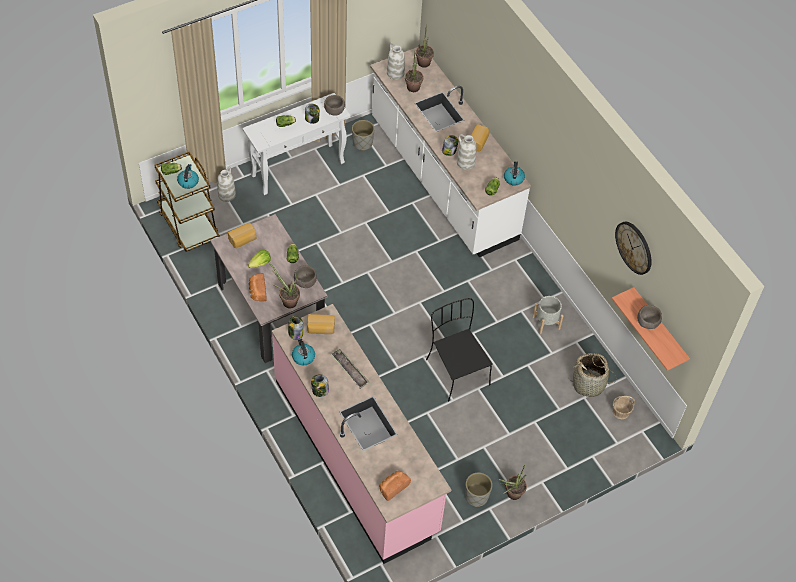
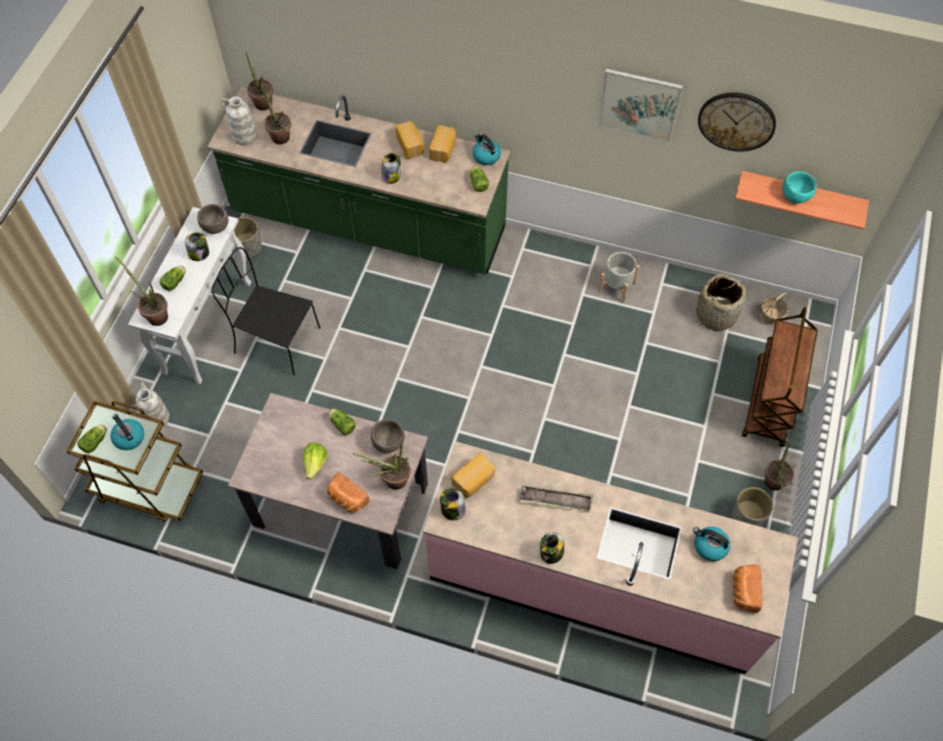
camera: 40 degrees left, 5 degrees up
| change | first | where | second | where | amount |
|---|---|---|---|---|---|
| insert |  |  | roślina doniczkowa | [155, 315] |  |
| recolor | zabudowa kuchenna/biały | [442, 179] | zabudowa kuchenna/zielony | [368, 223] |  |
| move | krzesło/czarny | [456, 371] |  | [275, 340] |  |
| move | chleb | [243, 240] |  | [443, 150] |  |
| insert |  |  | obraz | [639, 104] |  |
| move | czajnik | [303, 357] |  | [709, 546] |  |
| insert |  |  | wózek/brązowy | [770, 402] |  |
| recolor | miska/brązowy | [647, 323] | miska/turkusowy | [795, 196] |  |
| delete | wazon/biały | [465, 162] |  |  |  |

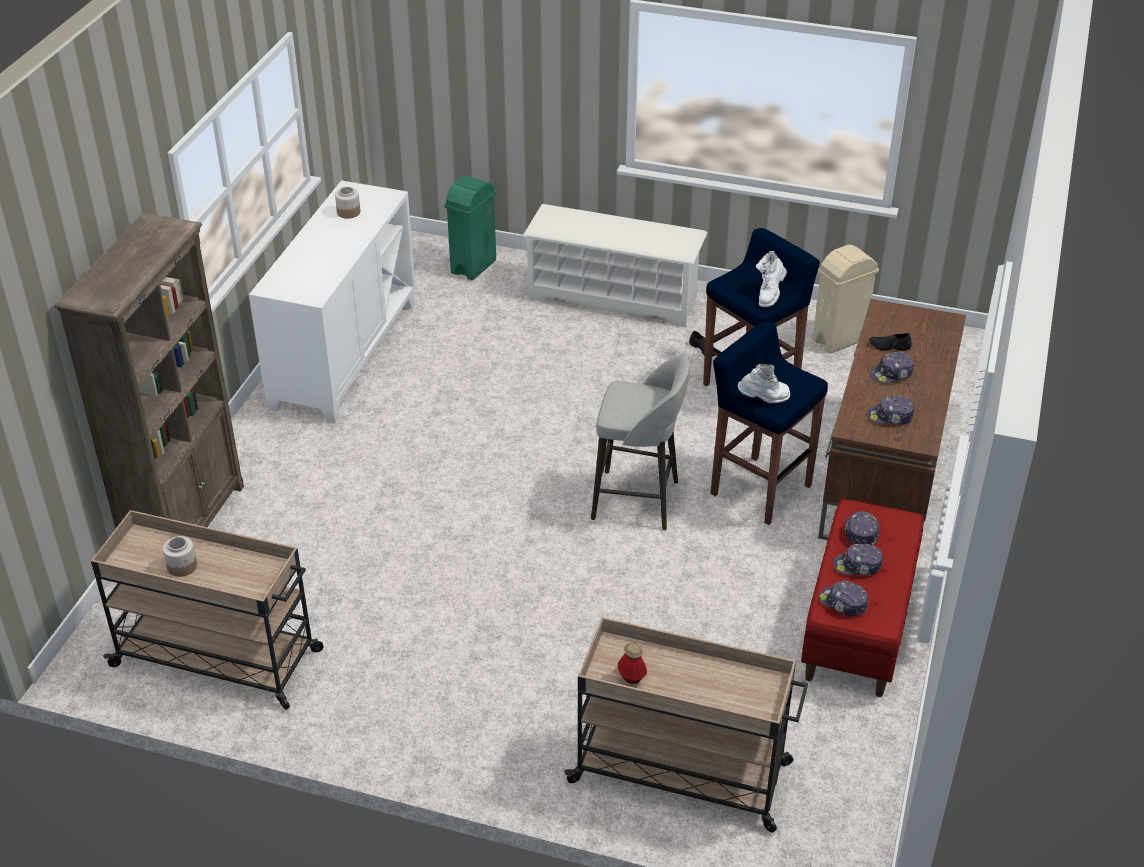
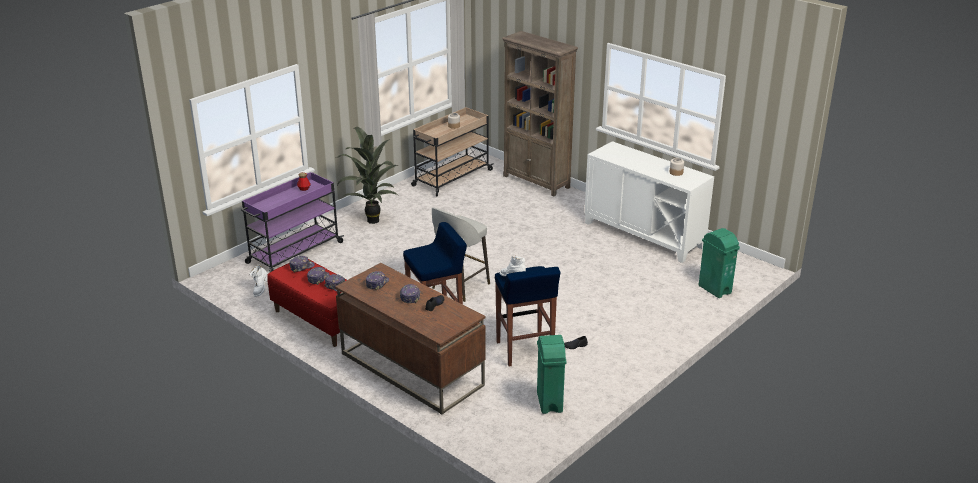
camera: 115 degrees right, 10 degrees down
| change | first | where | second | where | amount |
|---|---|---|---|---|---|
| recolor | wózek/beżowy | [683, 773] | wózek/fioletowy | [294, 253] |  |
| move | but z cholewką/biały | [763, 400] |  | [261, 289] |  |
| insert |  |  | roślina doniczkowa | [371, 222] |  |
| recolor | kosz na śmieci/beżowy | [839, 340] | kosz na śmieci/zielony | [549, 403] |  |
| delete | regał na buty/biały | [614, 297] |  |  |  |

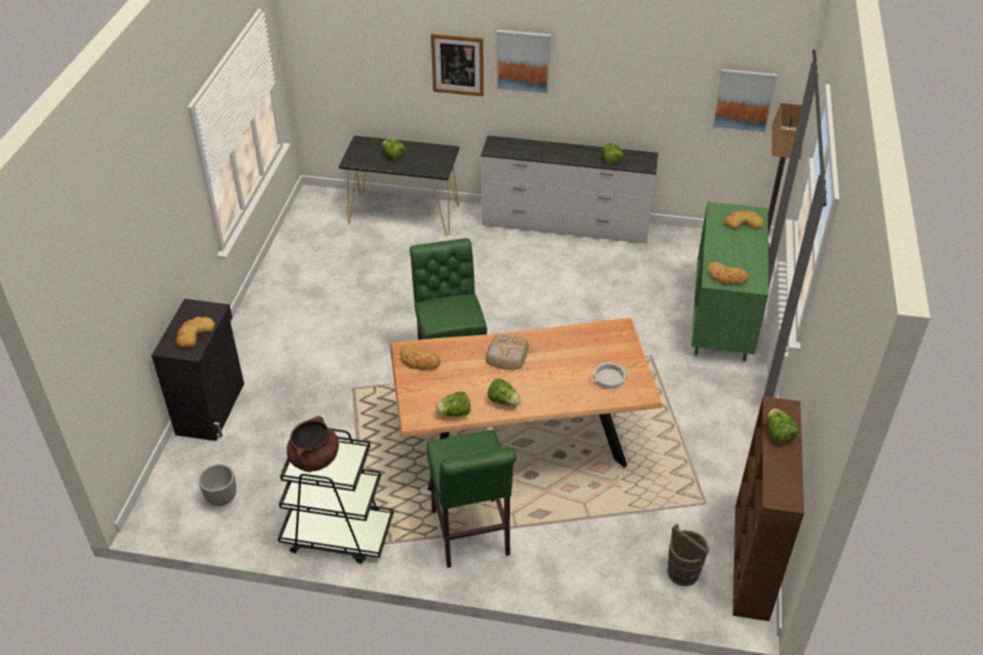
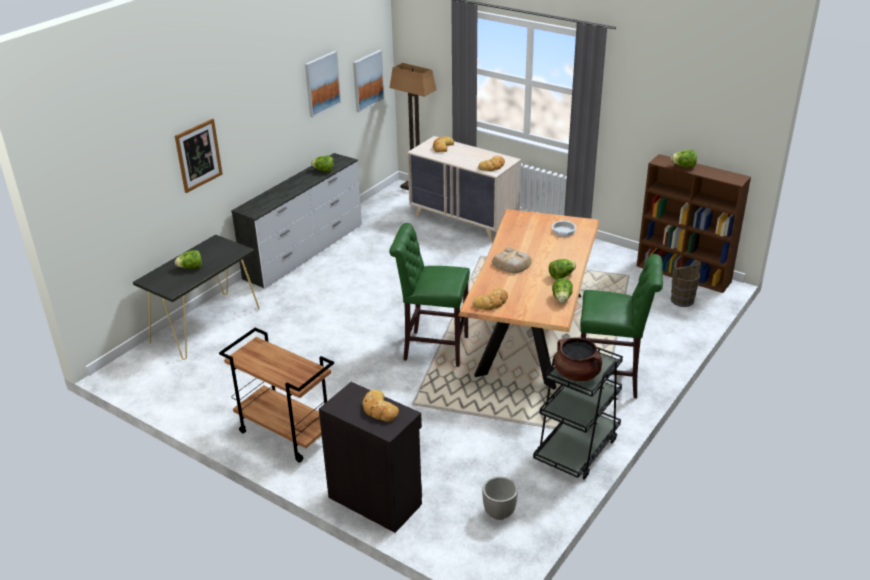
camera: 65 degrees left, 10 degrees down
| change | first | where | second | where | amount |
|---|---|---|---|---|---|
| insert |  |  | wózek/brązowy | [285, 433] |  |
| move | obraz | [523, 61] |  | [322, 83] |  |
| recolor | komoda/zielony | [722, 318] | komoda/beżowy | [464, 220] |  |

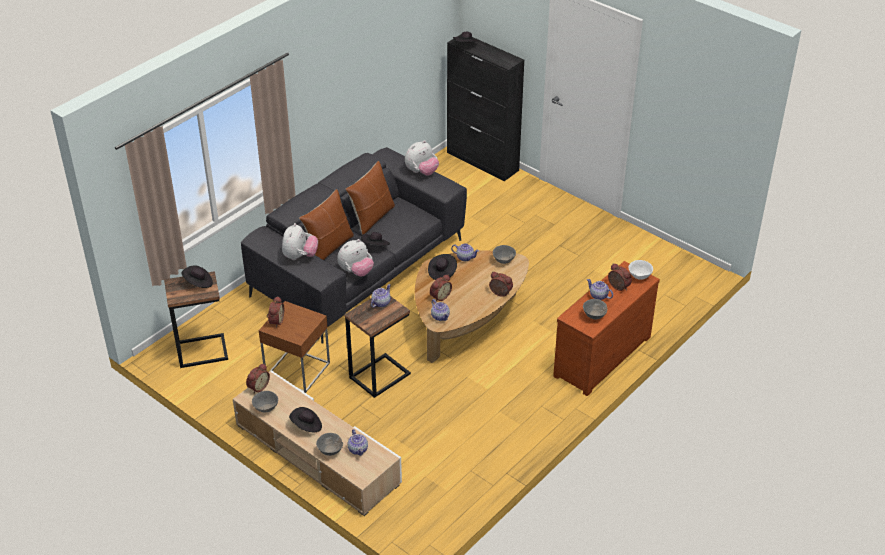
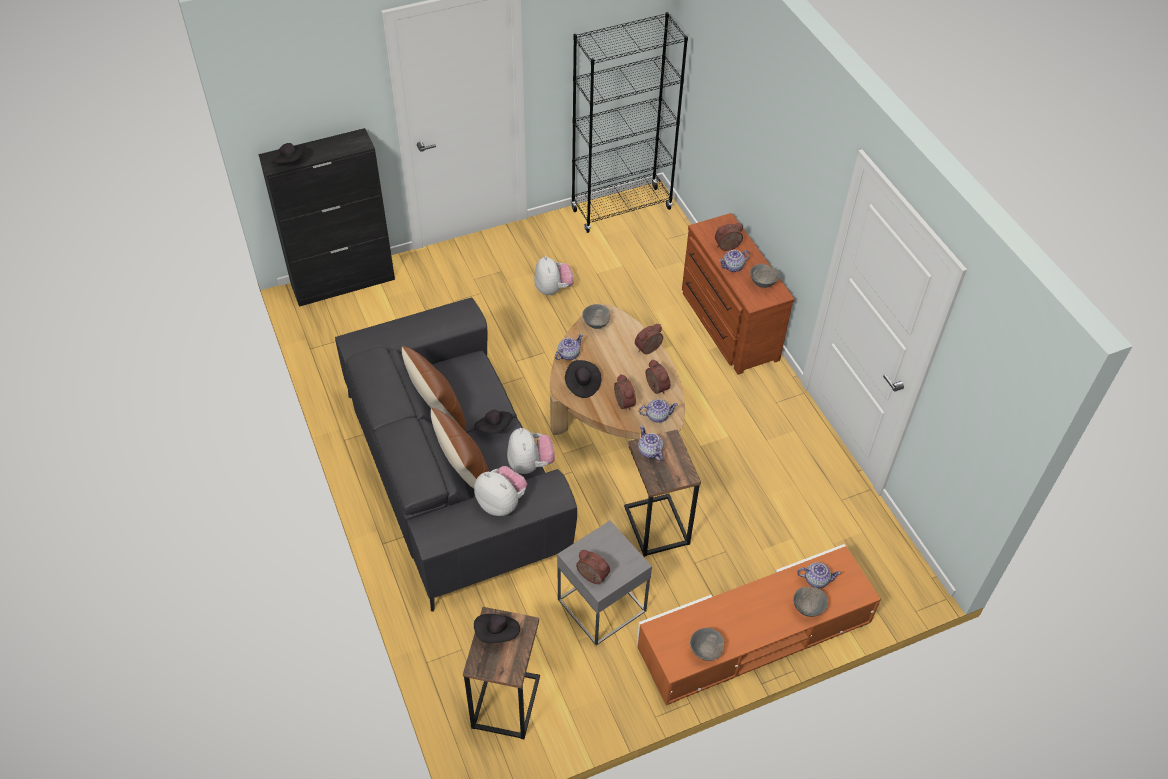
camera: 65 degrees left, 10 degrees up
| change | first | where | second | where | amount |
|---|---|---|---|---|---|
| move | pluszak | [421, 172] |  | [553, 289] |  |
| recolor | stolik/brązowy | [297, 370] | stolik/szary | [601, 605] |  |
| insert |  |  | regał/czarny | [621, 209] |  |
| recolor | szafka pod telewizor/beżowy | [317, 454] | szafka pod telewizor/pomarańczowy | [754, 635] |  |
| move | budzik | [257, 387] |  | [655, 388] |  |
| delete | kapelusz/czarny | [307, 426] |  |  |  |
| delete | miska/biały | [639, 277] |  |  |  |

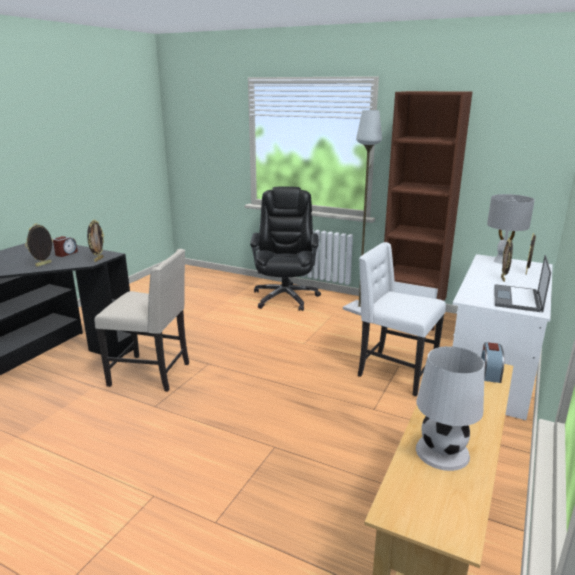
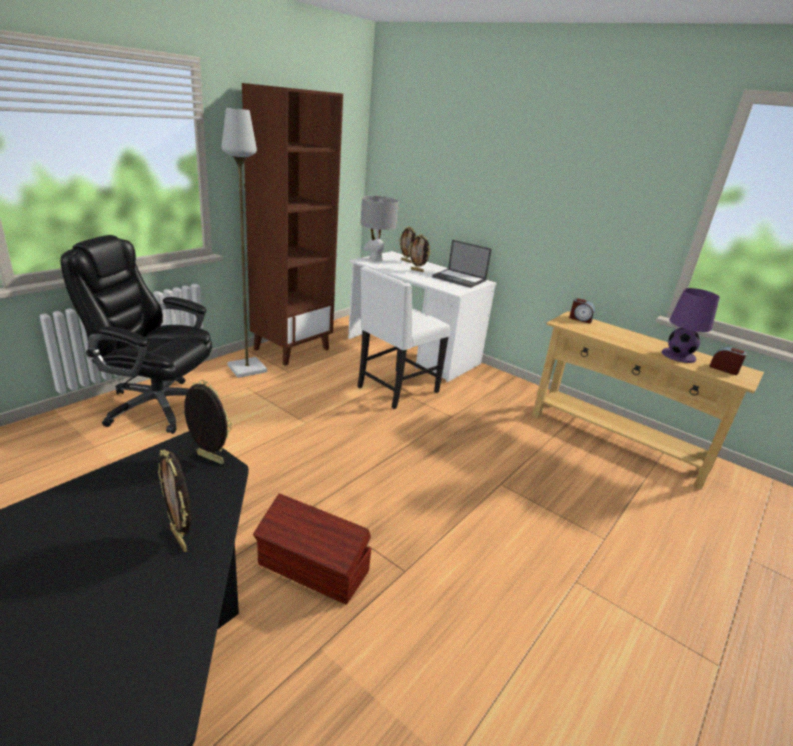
camera: 80 degrees left, 5 degrees up
| change | first | where | second | where | amount |
|---|---|---|---|---|---|
| replace | krzesło/beżowy | [152, 374] | pojemnik do przechowywania/brązowy | [313, 569] |  |
| recolor | lampa stołowa/biały | [443, 452] | lampa stołowa/fioletowy | [678, 355] |  |
| move | budzik | [66, 253] |  | [724, 369] |  |

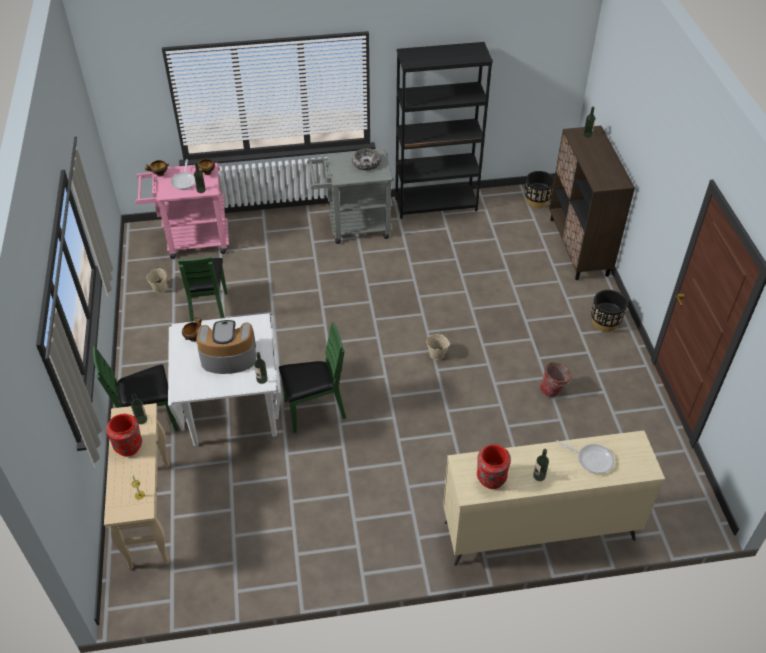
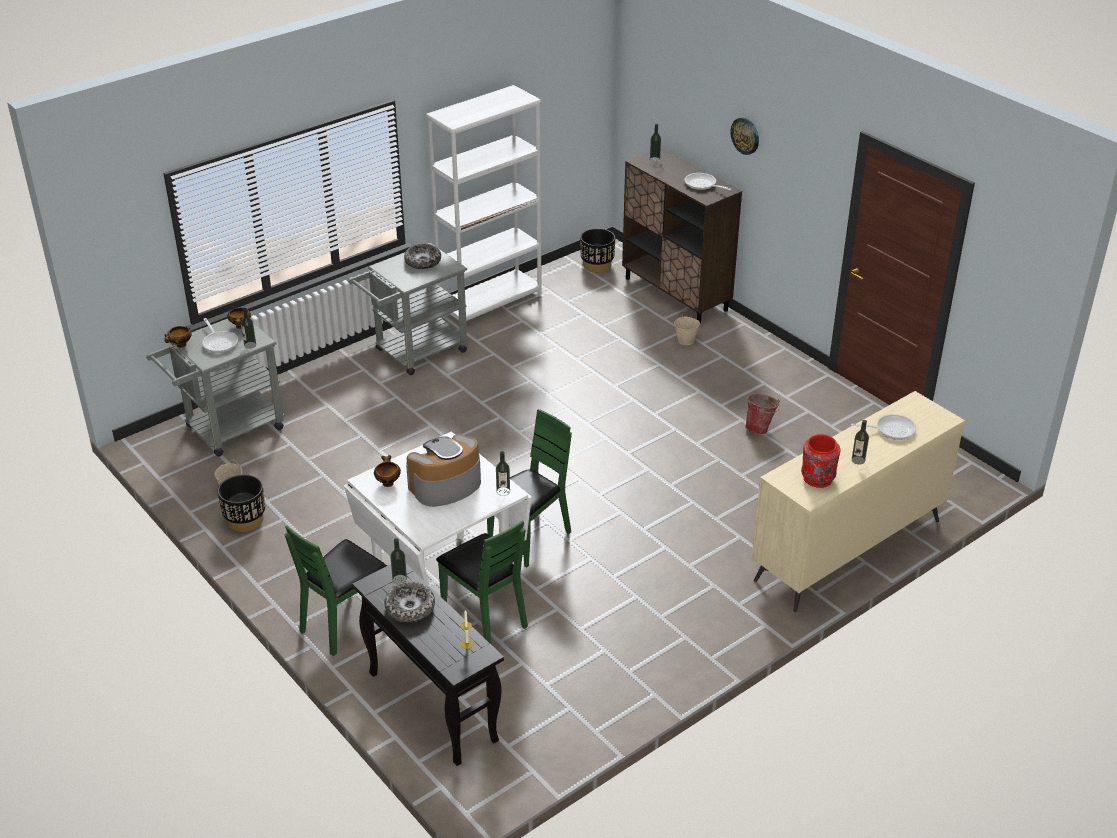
camera: 30 degrees left, 10 degrees down
| change | first | where | second | where | amount |
|---|---|---|---|---|---|
| recolor | wózek/różowy | [191, 241] | wózek/szary | [227, 431] |  |
| move | donica/czarny | [605, 322] |  | [245, 520] |  |
| recolor | stolik konsolowy/beżowy | [150, 513] | stolik konsolowy/czarny | [431, 706] |  |
| replace | wazon/czerwony | [129, 446] | miska | [410, 608] |  |
| recolor | regał/czarny | [436, 204] | regał/biały | [490, 302] |  |
| move | krzesło/zielony | [208, 311] |  | [485, 617] |  |
| move | wiadro/beżowy | [437, 354] |  | [686, 340] |  |
| insert |  |  | patelnia | [702, 185] |  |
| insert |  |  | zegar ścienny | [745, 135] |  |

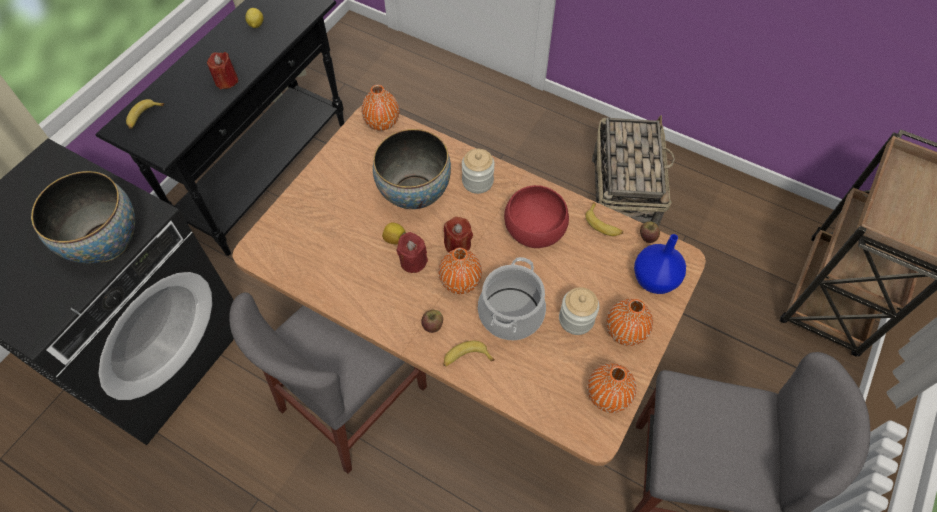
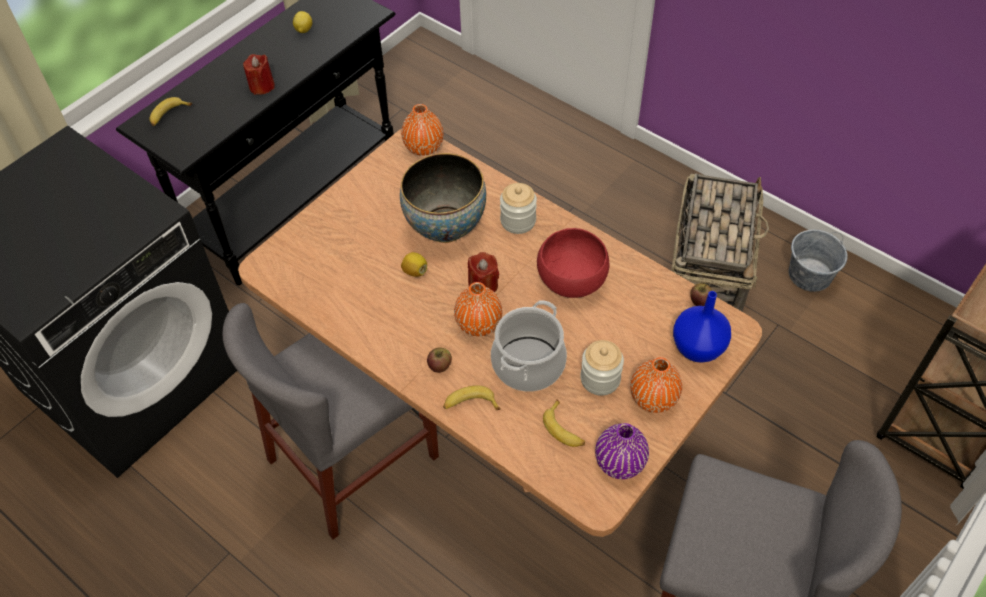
camera: 10 degrees right, 5 degrees down
| change | first | where | second | where | amount |
|---|---|---|---|---|---|
| move | banan | [603, 224] |  | [564, 429] |  |
| recolor | wazon/pomarańczowy | [607, 395] | wazon/fioletowy | [619, 462] |  |
| insert |  |  | wiadro/szary | [810, 275] |  |
| delete | miska | [106, 243] |  |  |  |
| delete | świeca/czerwony | [413, 261] |  |  |  |

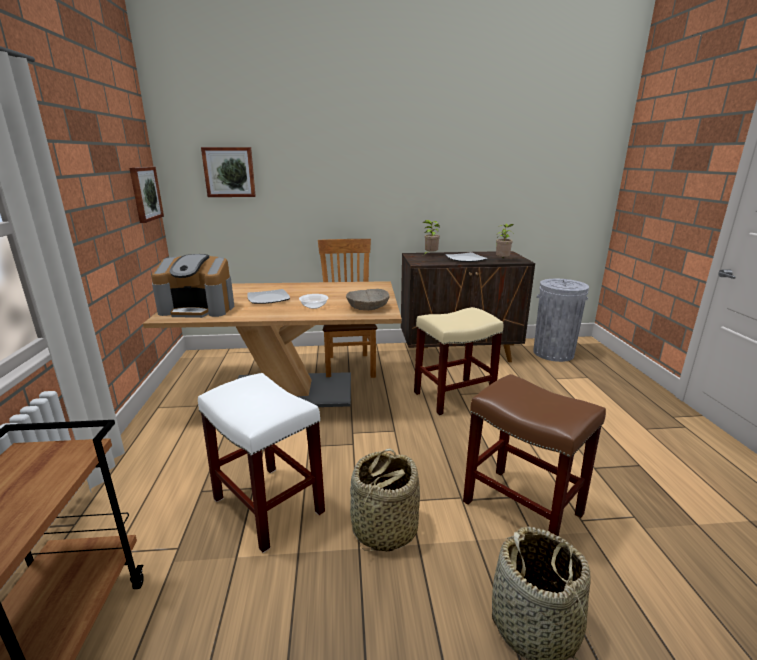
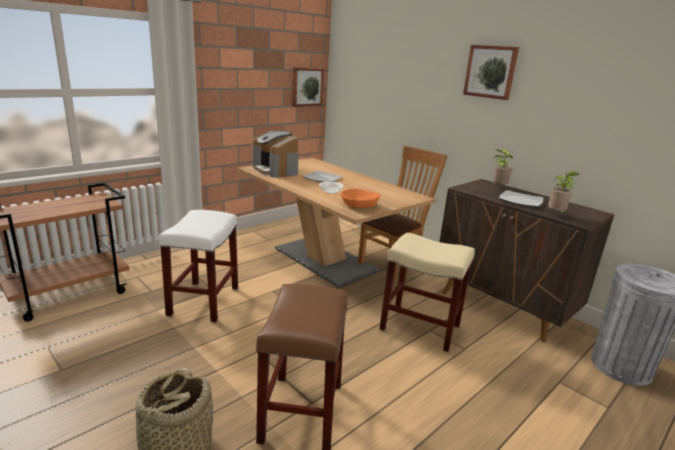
camera: 50 degrees right, 0 degrees up
| change | first | where | second | where | amount |
|---|---|---|---|---|---|
| recolor | miska/beżowy | [367, 307] | miska/pomarańczowy | [359, 205] |  |
| move | obraz | [229, 172] |  | [490, 72] |  |
| delete | koszyk | [383, 528] |  |  |  |

